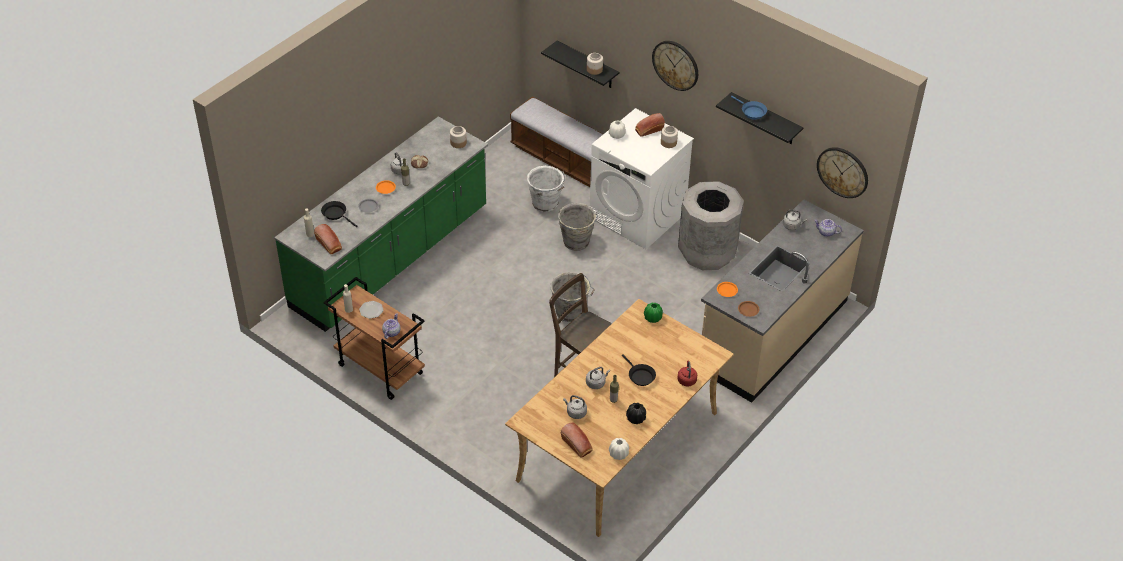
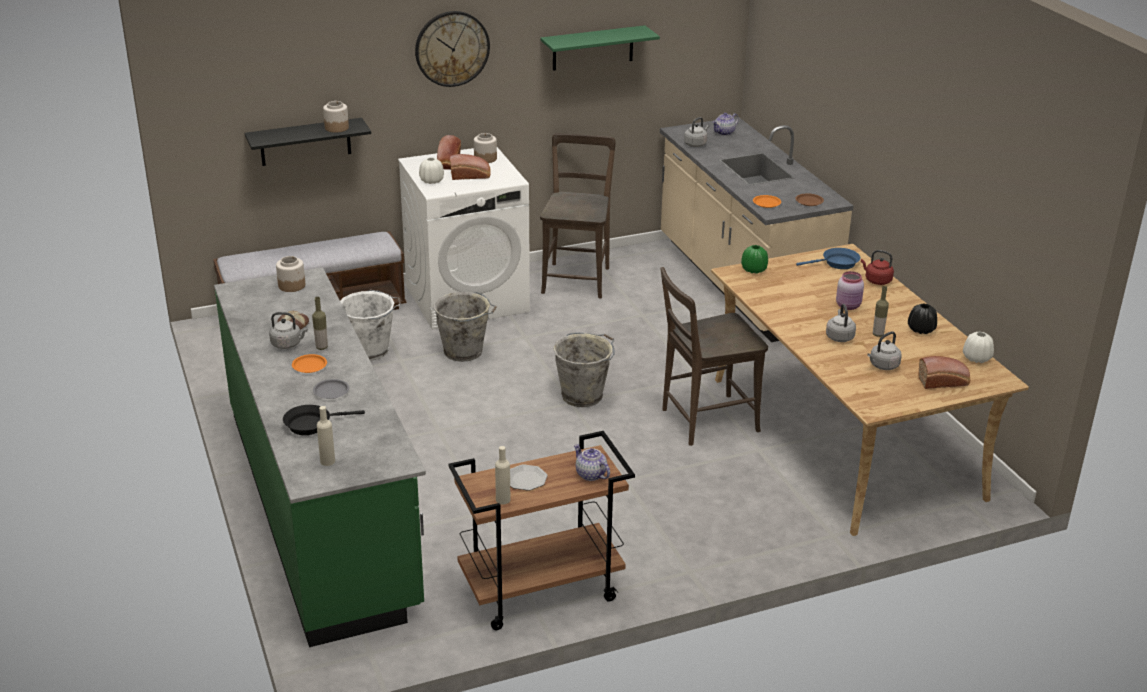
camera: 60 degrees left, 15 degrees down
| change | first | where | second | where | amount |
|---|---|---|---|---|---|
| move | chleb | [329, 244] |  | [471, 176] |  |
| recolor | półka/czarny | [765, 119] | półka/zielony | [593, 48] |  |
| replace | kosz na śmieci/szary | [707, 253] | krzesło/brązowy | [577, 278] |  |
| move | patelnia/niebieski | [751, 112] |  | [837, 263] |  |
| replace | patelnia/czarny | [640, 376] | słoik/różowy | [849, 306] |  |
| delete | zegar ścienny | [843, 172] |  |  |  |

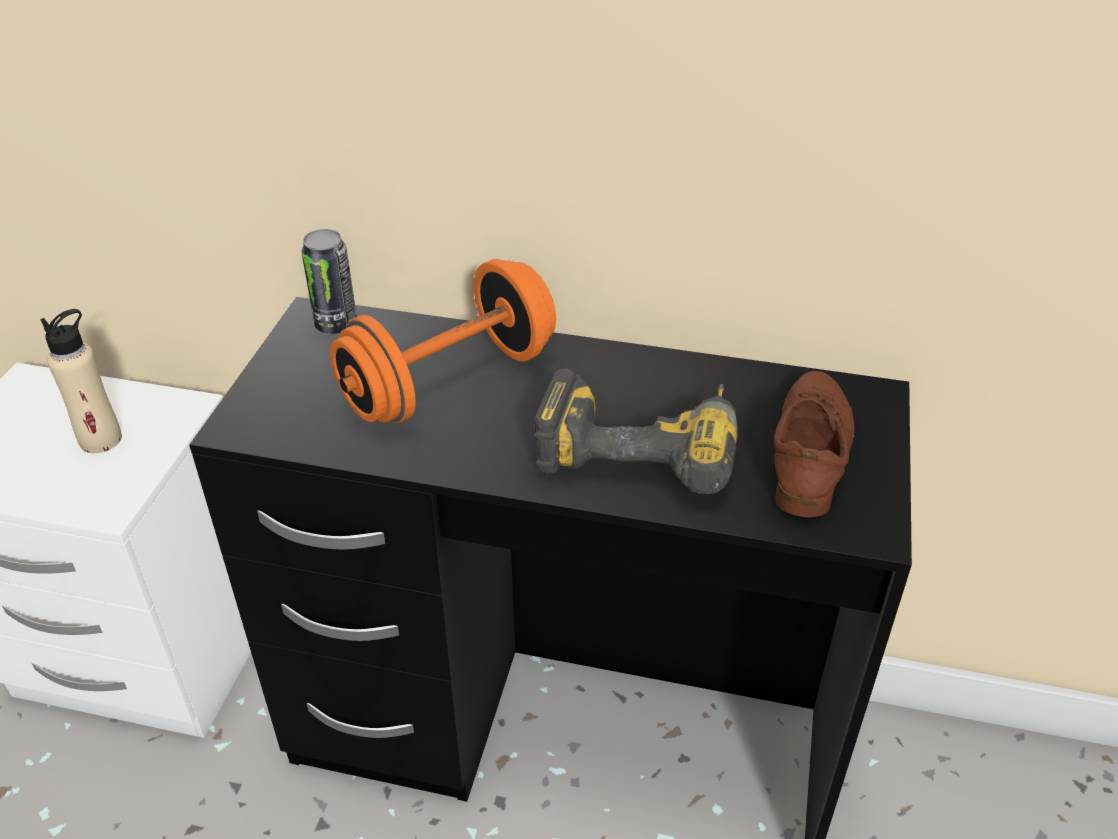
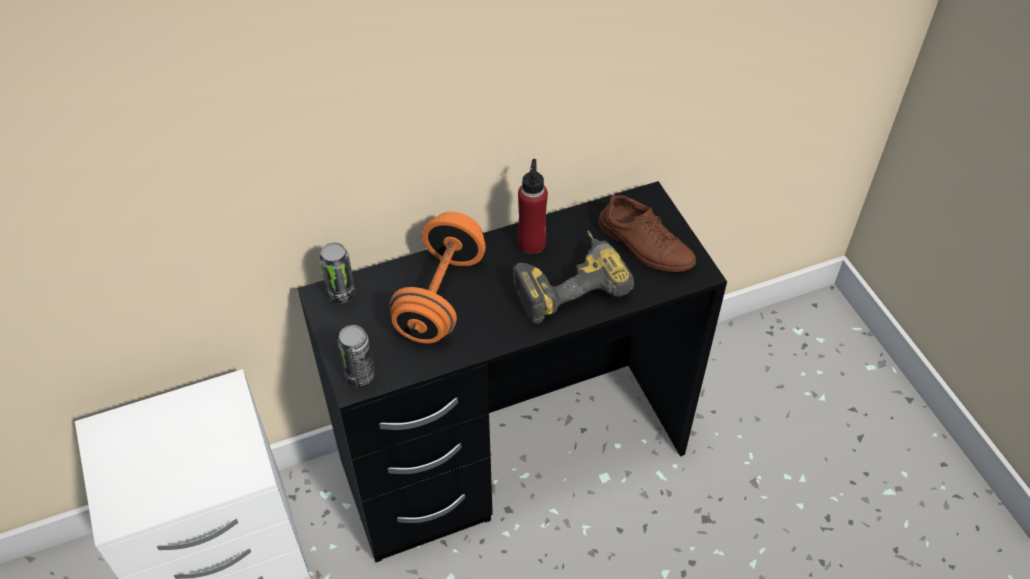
camera: 35 degrees left, 10 degrees up
| change | first | where | second | where | amount |
|---|---|---|---|---|---|
| insert |  |  | puszka | [360, 376] |  |
| insert |  |  | butelka/czerwony | [531, 243] |  |
| rotate | but/brązowy | [810, 451] |  | [645, 245] | 150 degrees clockwise |
| delete | butelka/beżowy | [101, 439] |  |  |  |

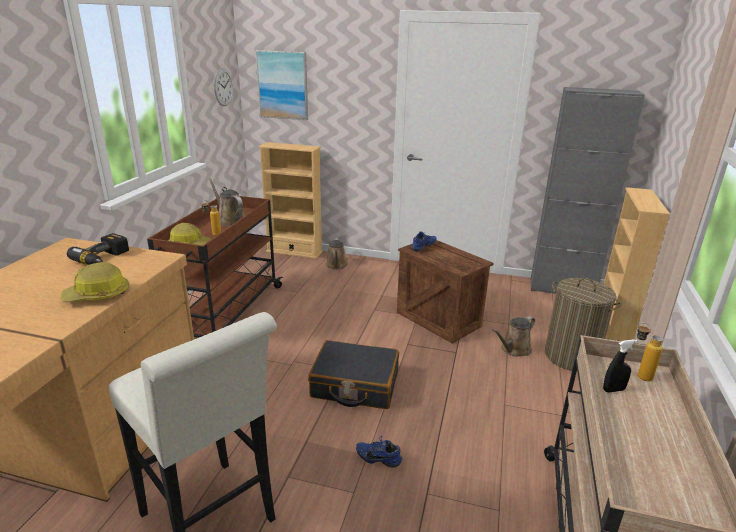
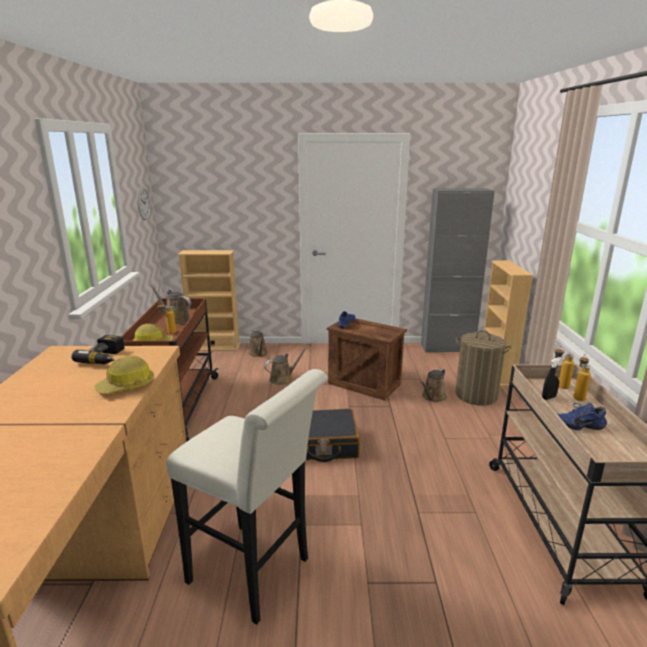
camera: 15 degrees left, 5 degrees down
| change | first | where | second | where | amount |
|---|---|---|---|---|---|
| insert |  |  | konewka/brązowy | [283, 379] |  |
| move | but/niebieski | [379, 457] |  | [578, 425] |  |
| insert |  |  | butelka | [578, 396] |  |
| delete | obraz | [283, 85] |  |  |  |

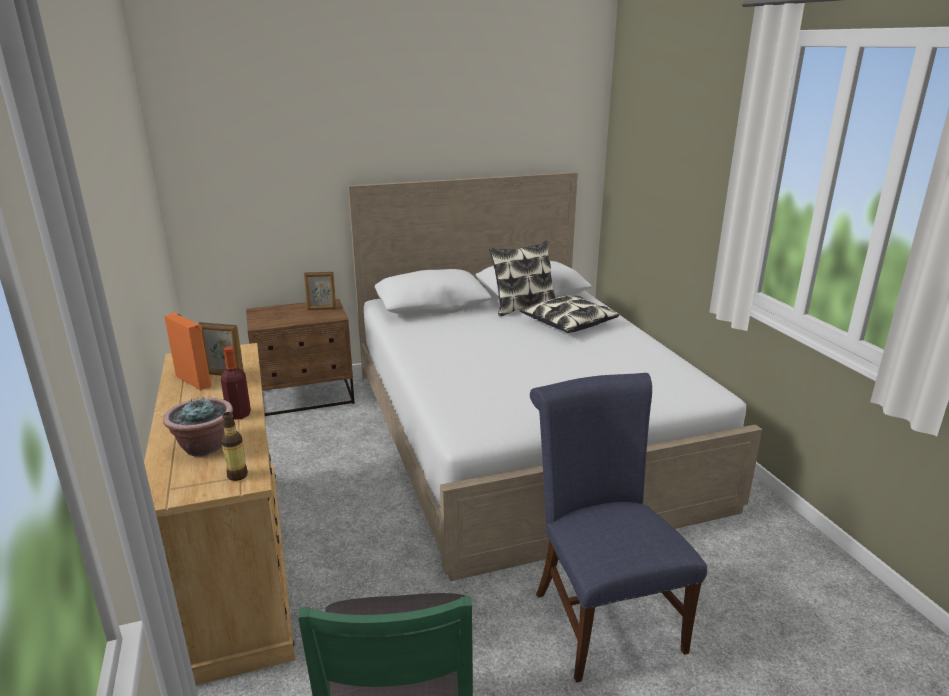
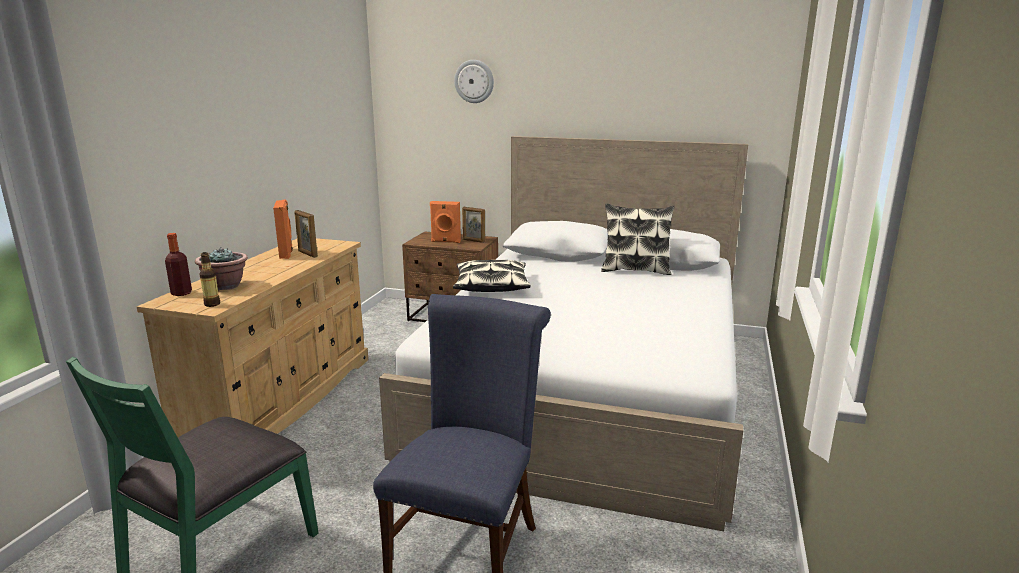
camera: 35 degrees right, 5 degrees down
| change | first | where | second | where | amount |
|---|---|---|---|---|---|
| move | butelka | [239, 415] |  | [181, 293] |  |
| insert |  |  | głośnik/pomarańczowy | [445, 241] |  |
| move | poduszka | [568, 323] |  | [491, 286] |  |
| insert |  |  | zegar ścienny | [474, 81] |  |

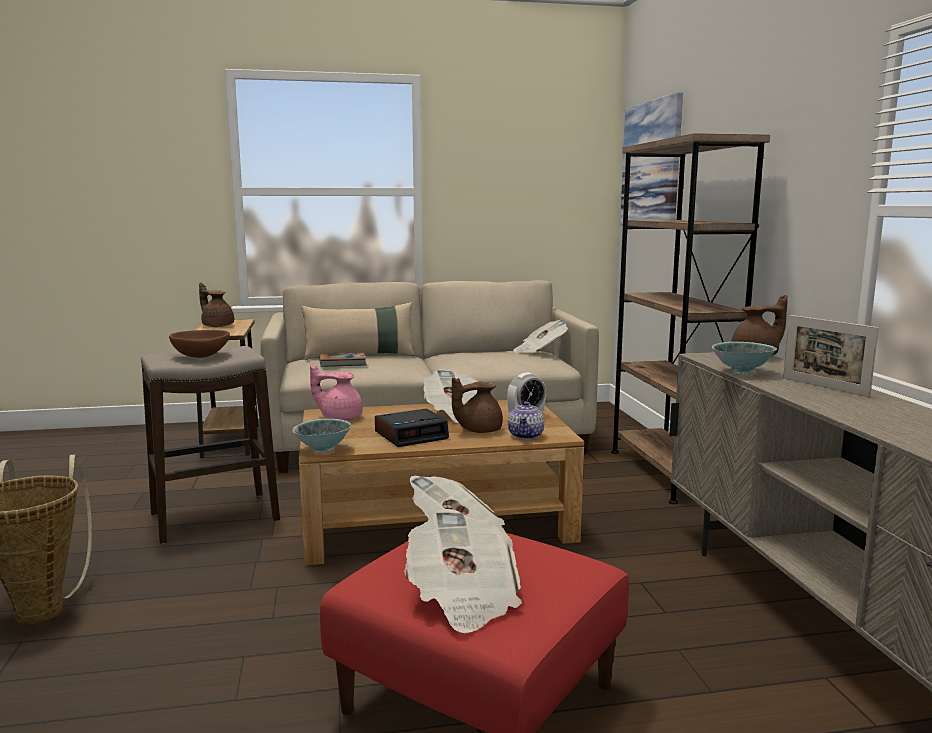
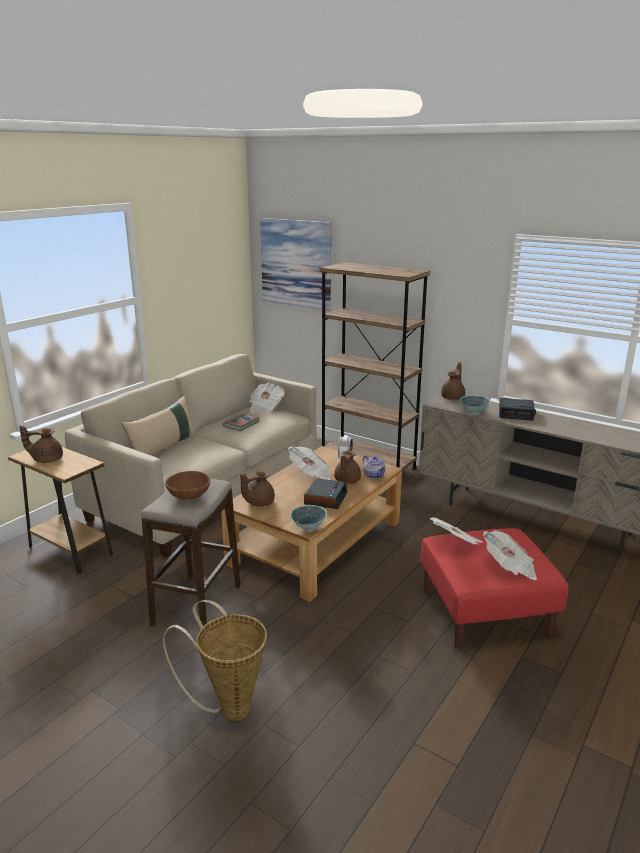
camera: 45 degrees left, 10 degrees up
| change | first | where | second | where | amount |
|---|---|---|---|---|---|
| move | książka | [342, 363] |  | [241, 424] |  |
| recolor | imbryk/różowy | [339, 417] | imbryk/brązowy | [258, 502] |  |
| replace | ramka na zdjęcie | [824, 387] | budzik | [516, 413] |  |

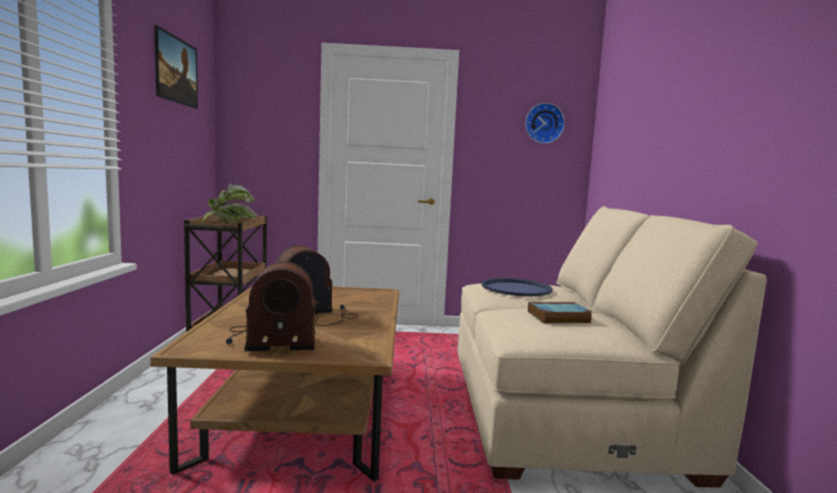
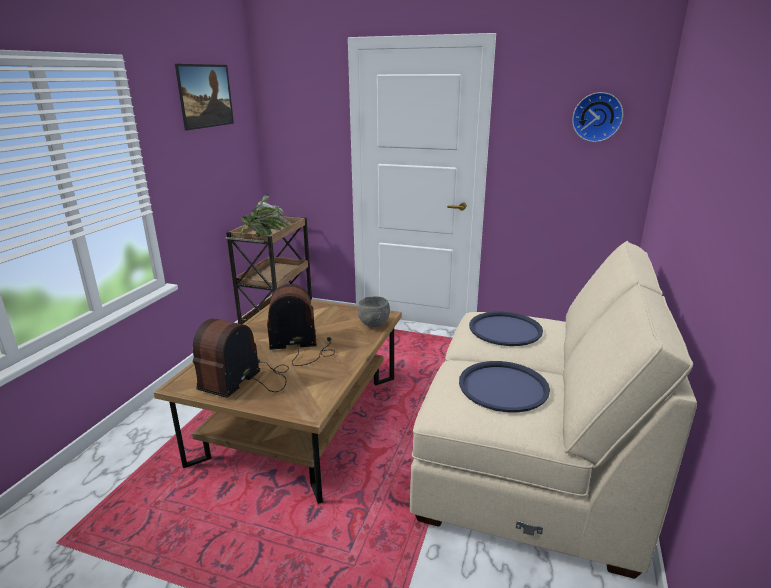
camera: 20 degrees right, 15 degrees up
| change | first | where | second | where | amount |
|---|---|---|---|---|---|
| rotate | radio | [271, 339] |  | [246, 379] | 105 degrees clockwise |
| insert |  |  | miska/szary | [373, 324] |  |
| replace | książka | [557, 317] | taca/niebieski | [503, 387] |  |

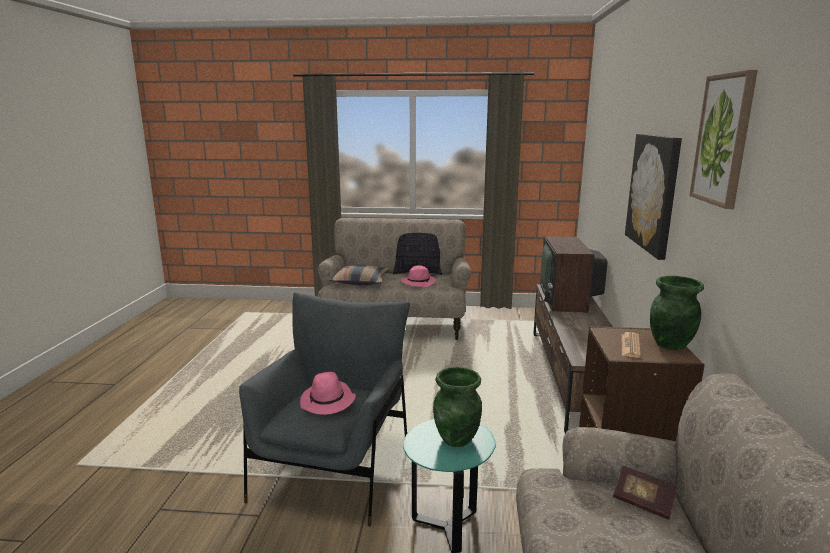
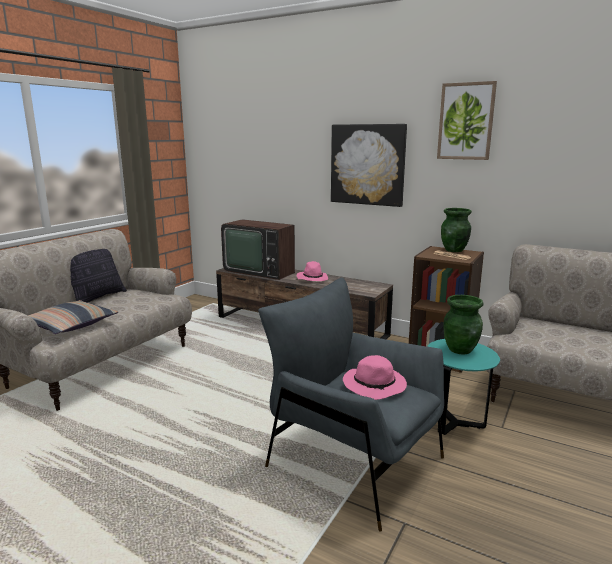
camera: 65 degrees left, 0 degrees up
| change | first | where | second | where | amount |
|---|---|---|---|---|---|
| move | kapelusz/różowy | [419, 282] |  | [312, 279] |  |
| delete | książka | [643, 502] |  |  |  |

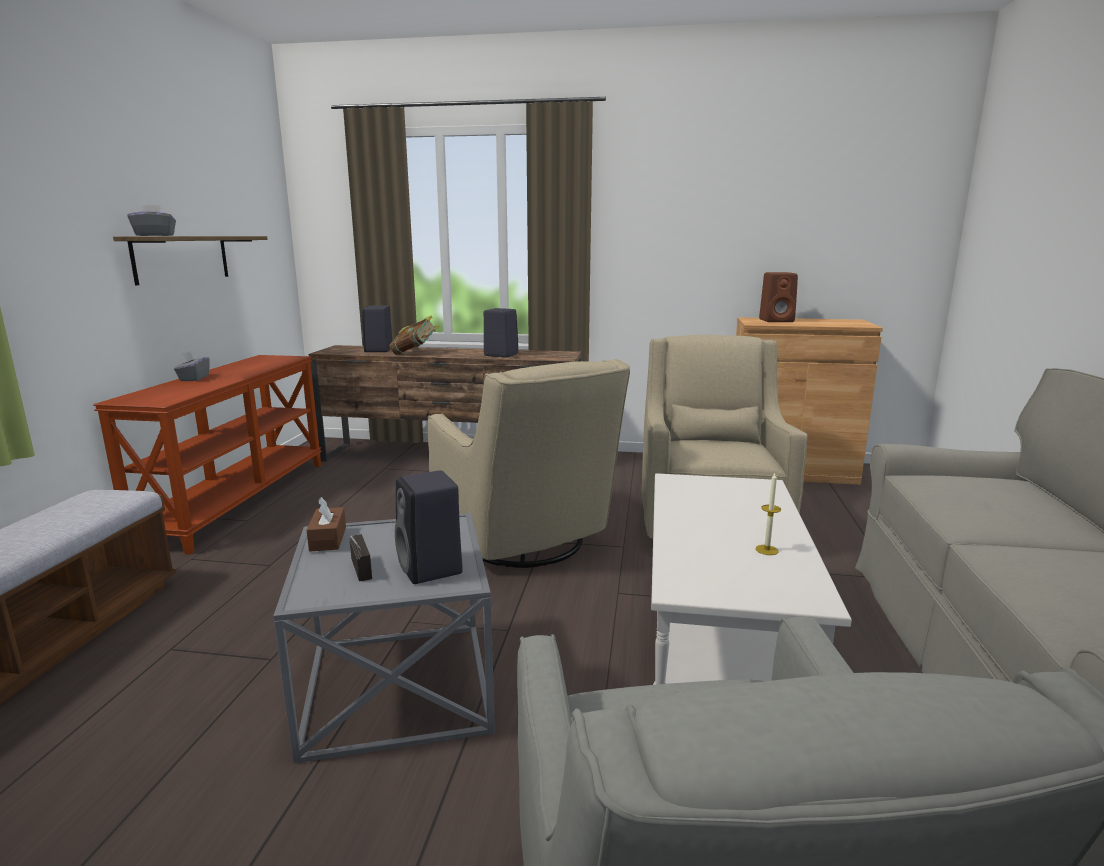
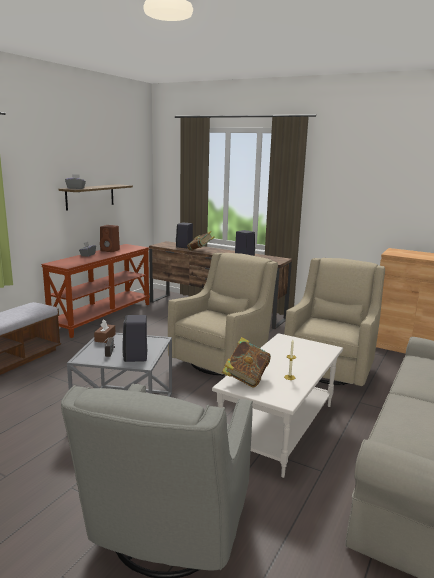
camera: 20 degrees right, 0 degrees up
| change | first | where | second | where | amount |
|---|---|---|---|---|---|
| move | głośnik/brązowy | [777, 320] |  | [110, 250] |  |
| rotate | fotel/beżowy | [526, 543] |  | [223, 360] | 135 degrees counterclockwise |
| insert |  |  | książka | [246, 378] |  |

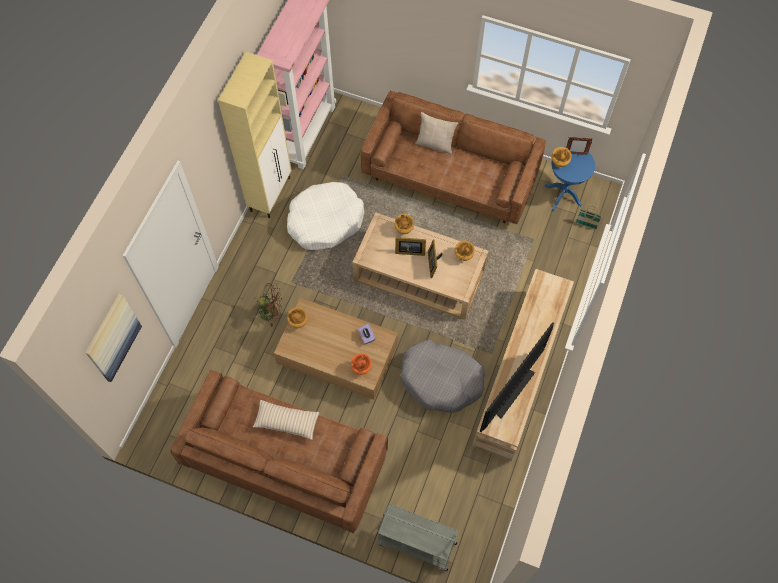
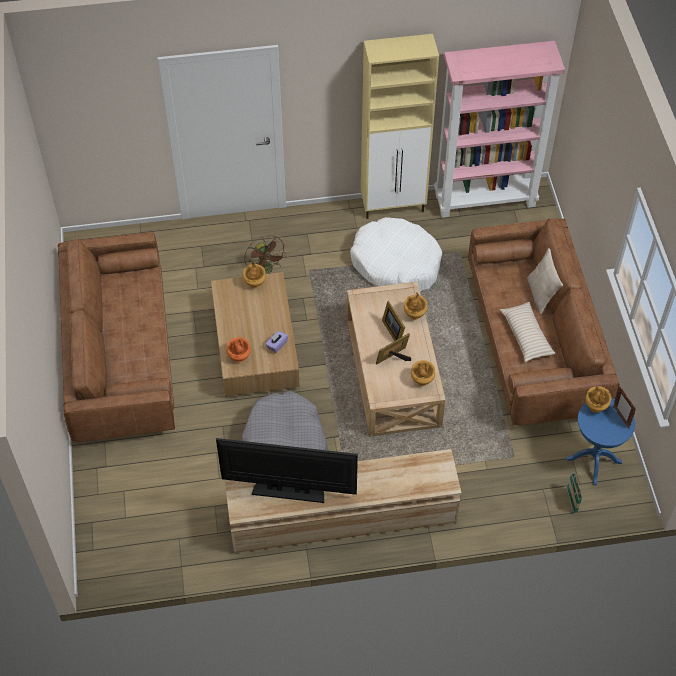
camera: 60 degrees right, 10 degrees down
| change | first | where | second | where | amount |
|---|---|---|---|---|---|
| move | poduszka/beżowy | [286, 421] |  | [526, 336] |  |
| delete | obraz | [112, 338] |  |  |  |
| delete | wózek/szary | [416, 543] |  |  |  |

